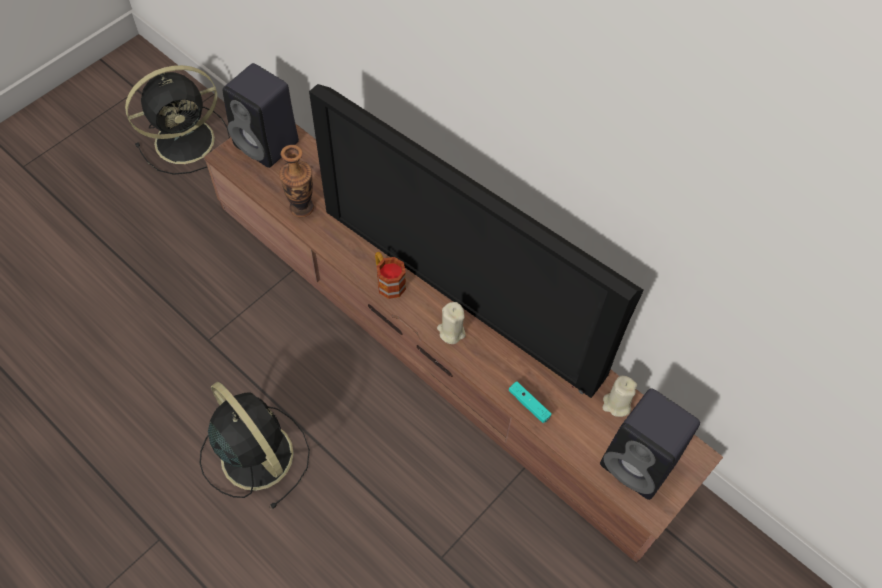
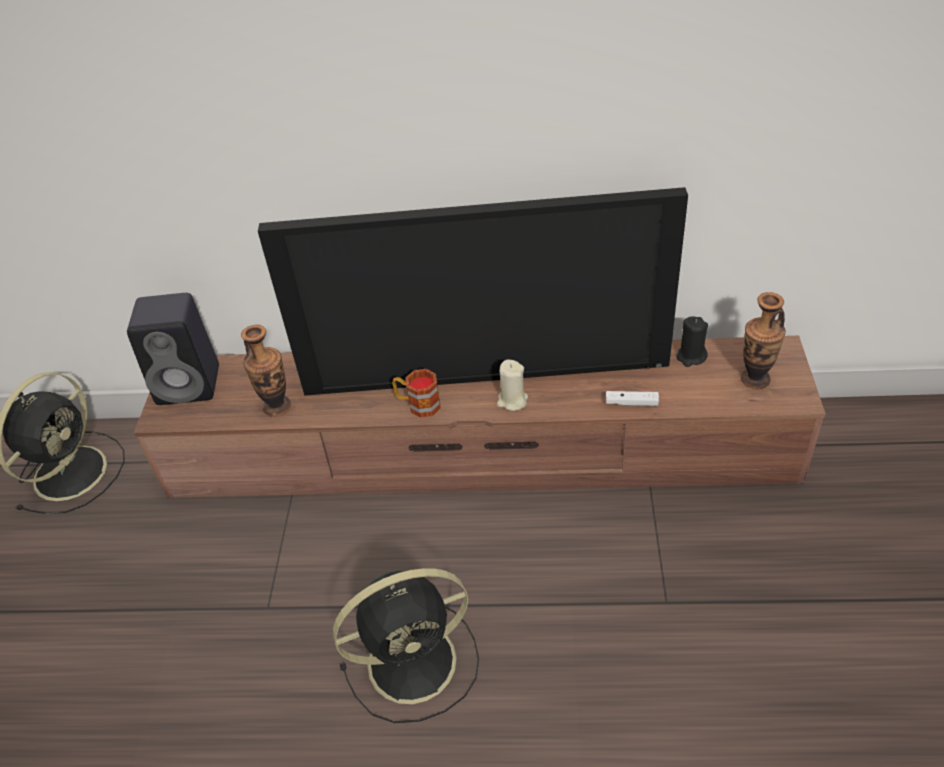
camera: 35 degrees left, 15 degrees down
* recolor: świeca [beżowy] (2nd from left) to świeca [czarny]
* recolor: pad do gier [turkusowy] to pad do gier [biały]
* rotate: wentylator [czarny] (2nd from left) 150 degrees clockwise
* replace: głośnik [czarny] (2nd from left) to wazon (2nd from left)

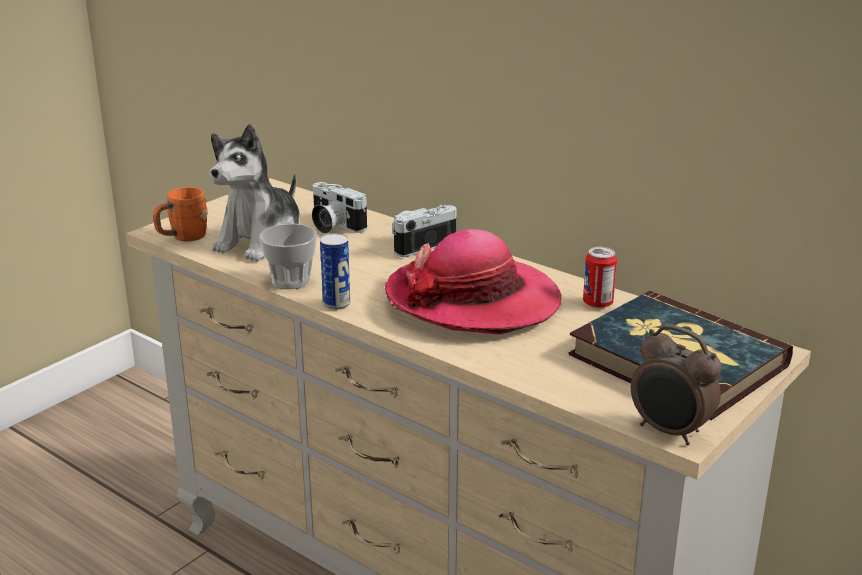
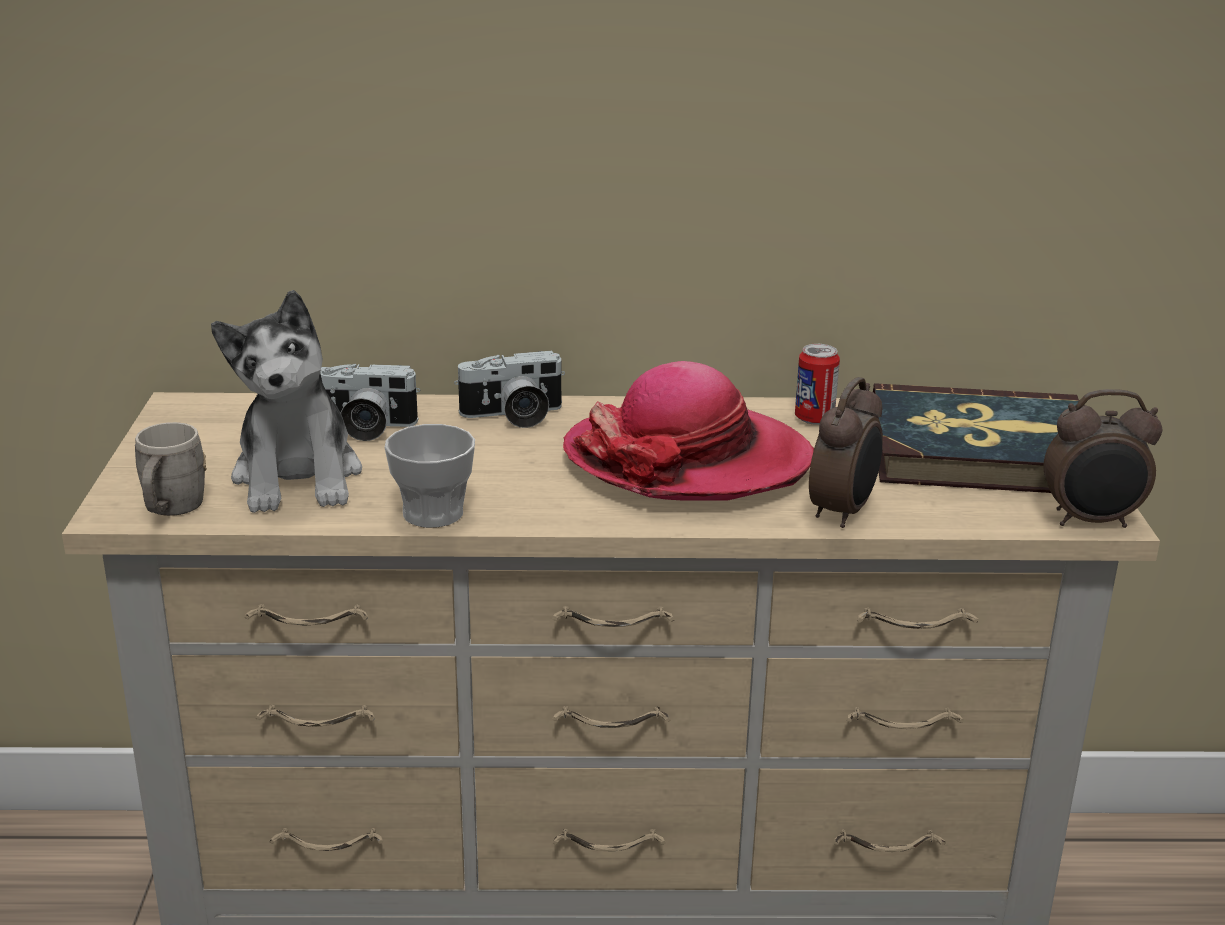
camera: 40 degrees left, 0 degrees up
* recolor: kubek [pomarańczowy] to kubek [szary]
* rotate: aparat fotograficzny (2nd from left) 120 degrees counterclockwise
* delete: puszka (1st from left)
* insert: budzik (1st from left)

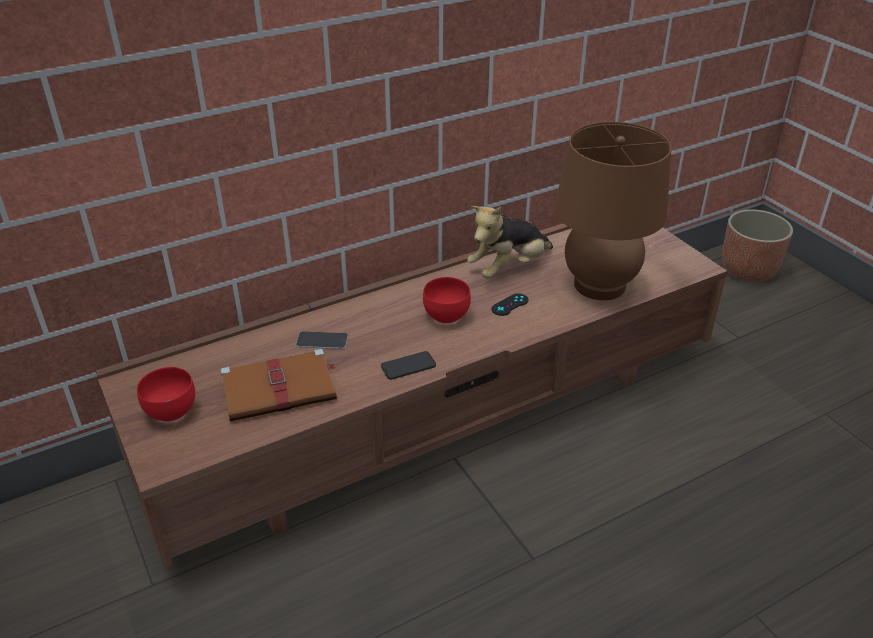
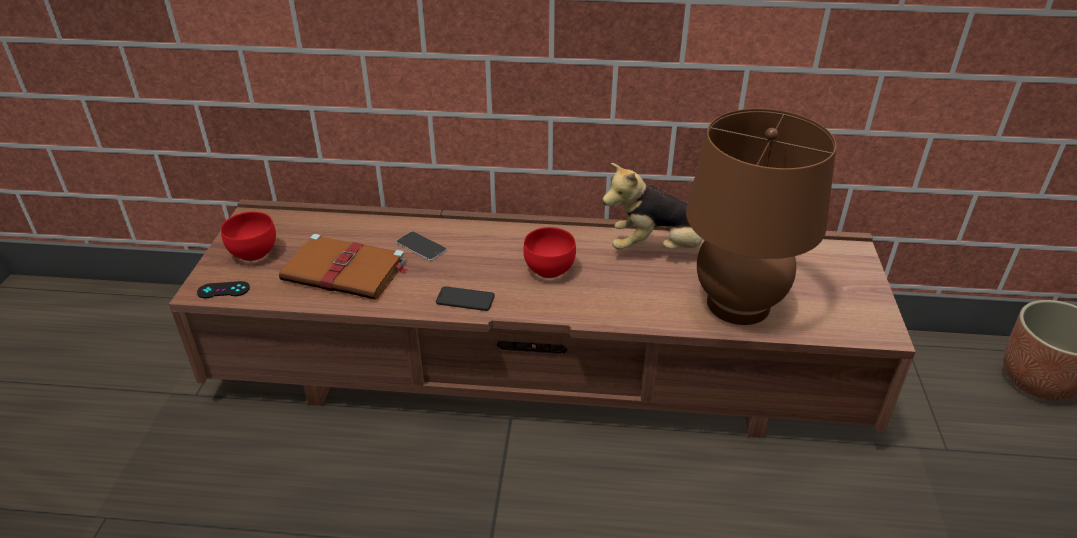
camera: 35 degrees right, 0 degrees up
* move: pad do gier [czarny]

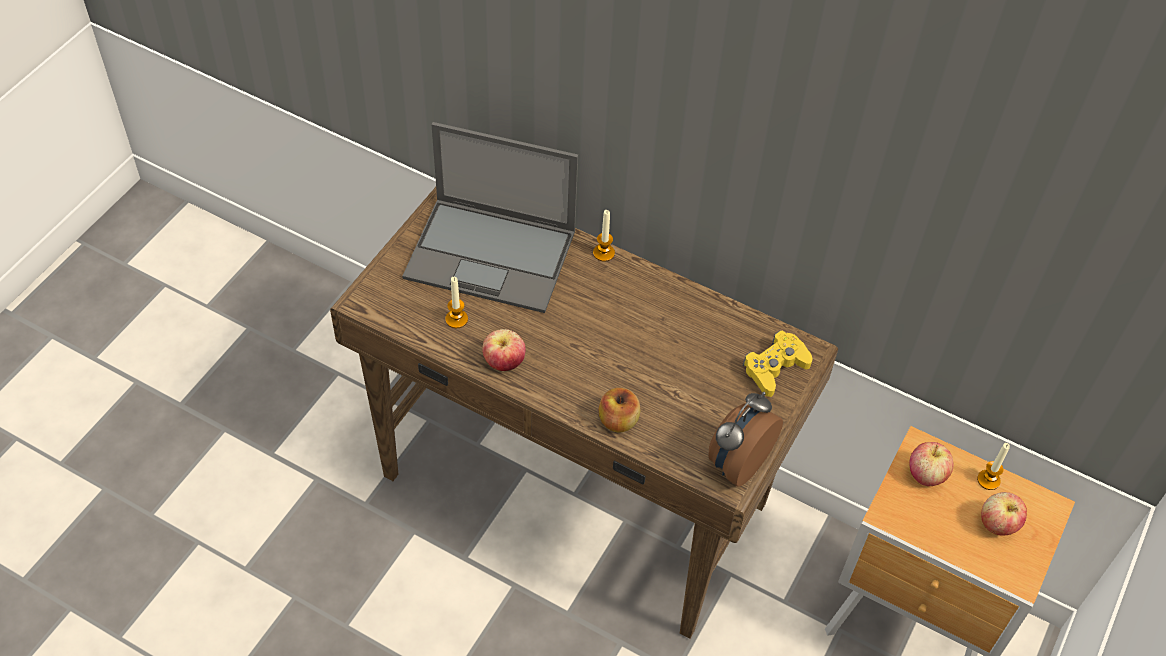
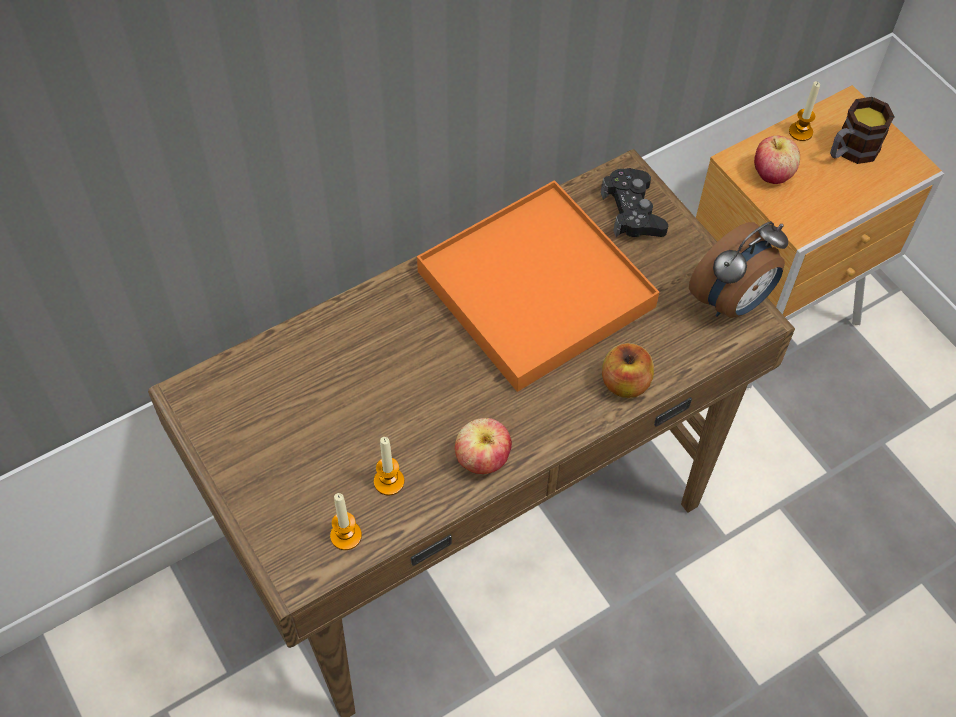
camera: 60 degrees left, 5 degrees up
* delete: laptop
* move: świeca (2nd from left in the first image) to świeca (1st from left)
* recolor: pad do gier [żółty] to pad do gier [czarny]
* rotate: budzik 105 degrees counterclockwise
* replace: jabłko (4th from left) to kubek
* insert: taca [pomarańczowy]

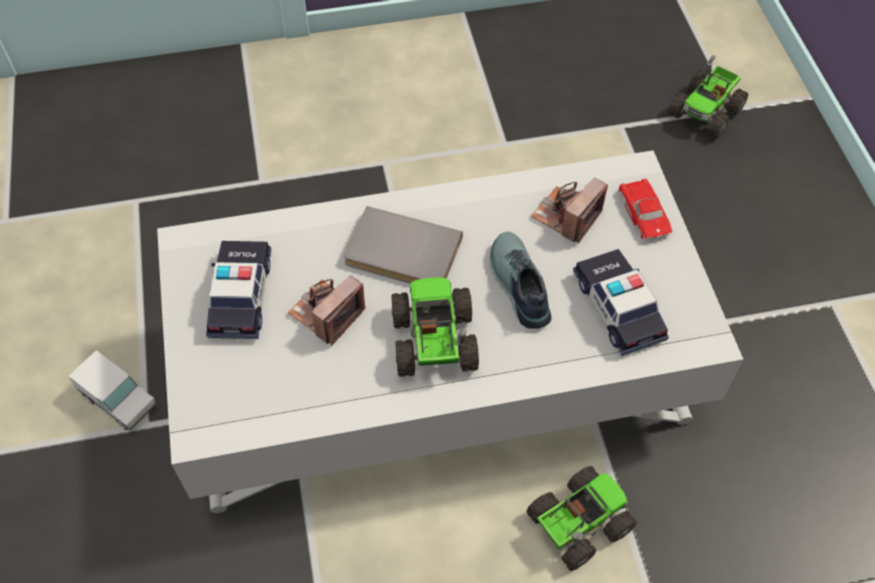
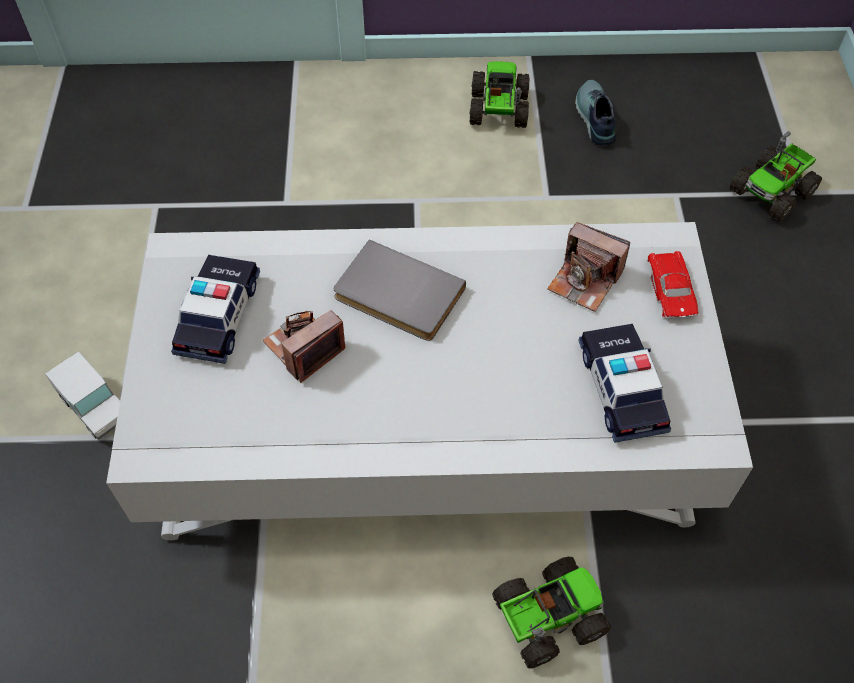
camera: 10 degrees right, 0 degrees up
* rotate: aparat fotograficzny (2nd from left) 105 degrees counterclockwise
* move: but
* move: ciężarówka zabawkowa (2nd from left)

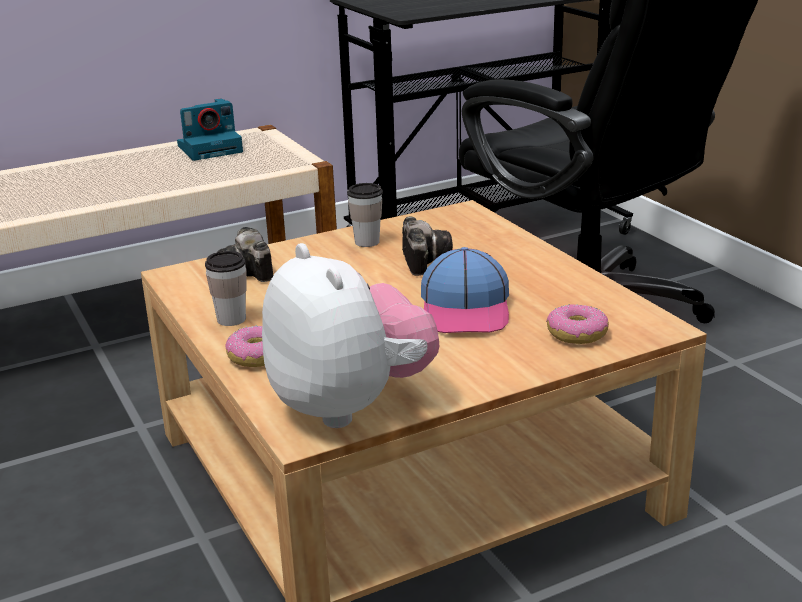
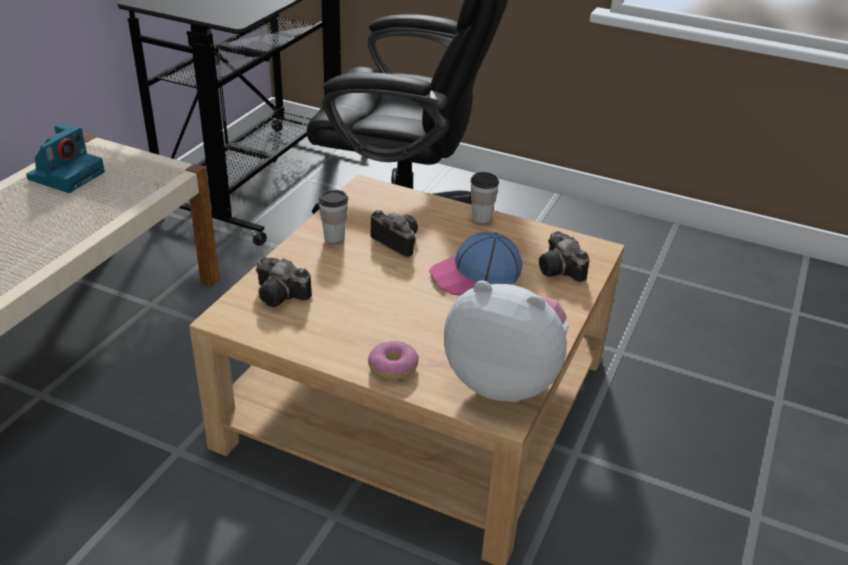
camera: 40 degrees left, 10 degrees up
* rotate: czapka z daszkiem 105 degrees clockwise
* move: filiżanka (1st from left in the first image) to filiżanka (2nd from left)
* replace: donut (2nd from left) to aparat fotograficzny (4th from left)

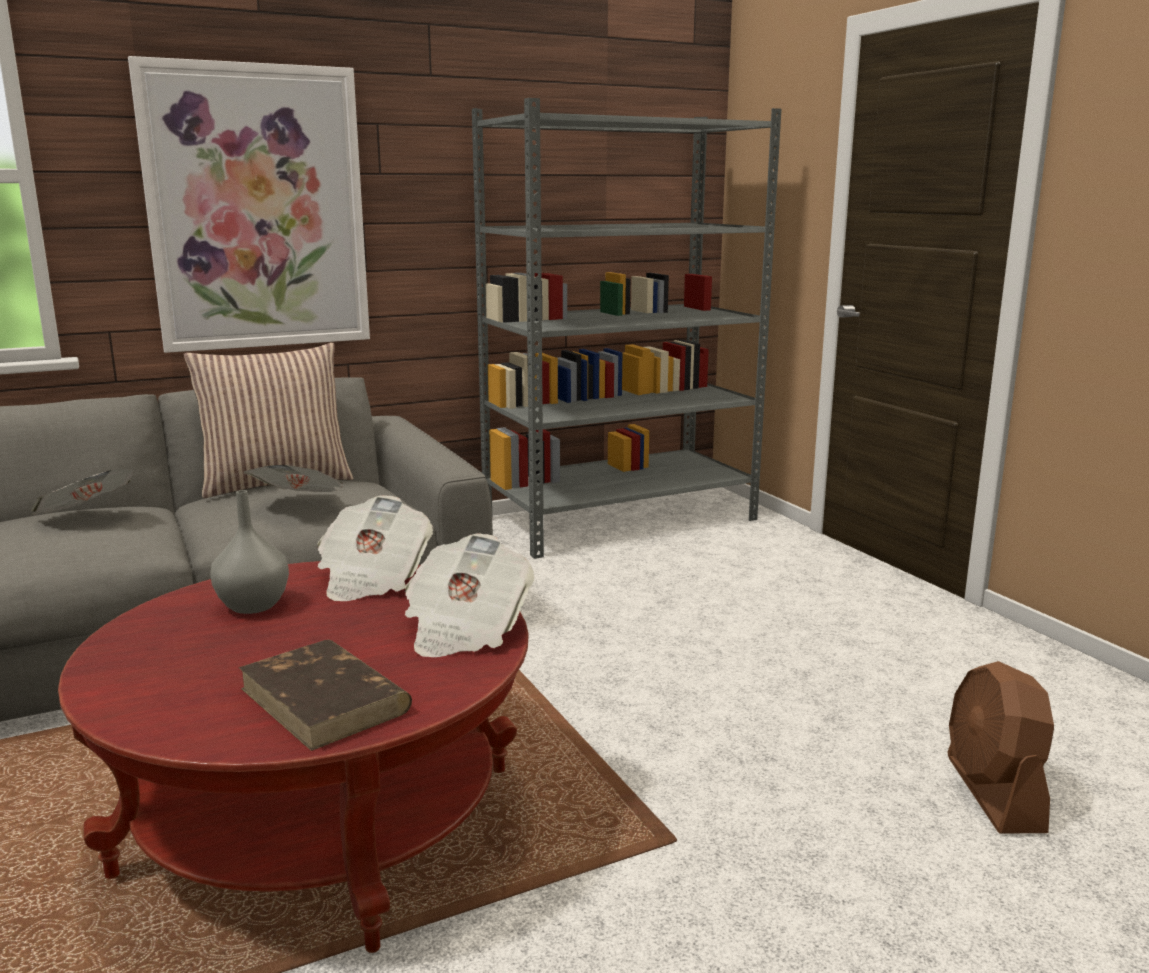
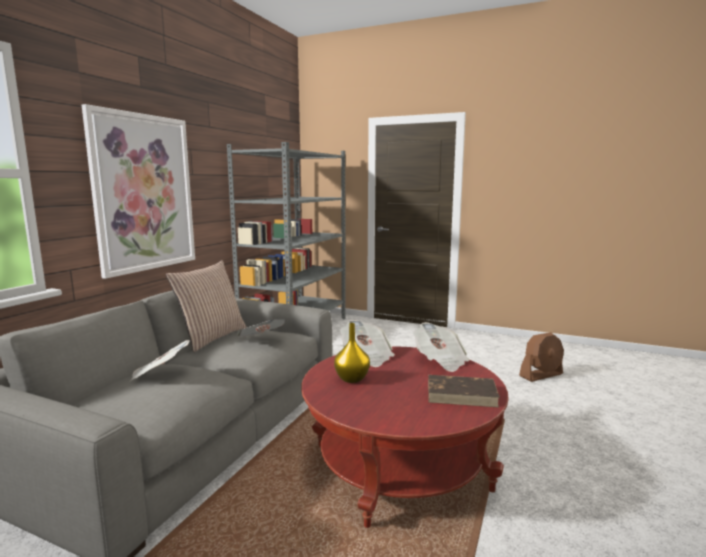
camera: 40 degrees left, 5 degrees down
* recolor: wazon [szary] to wazon [żółty]
* rotate: wentylator [brązowy] 75 degrees counterclockwise

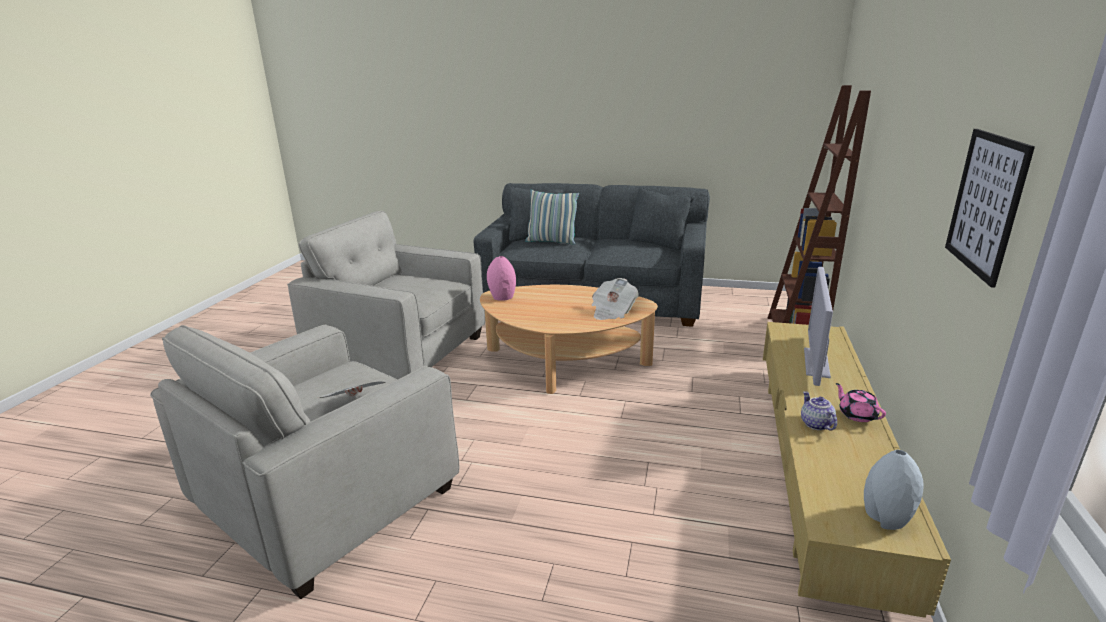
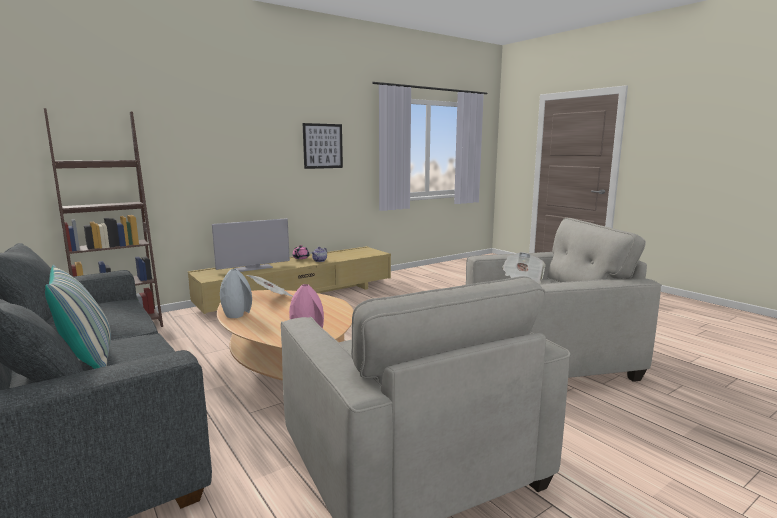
camera: 140 degrees left, 10 degrees down
* move: wazon [szary]

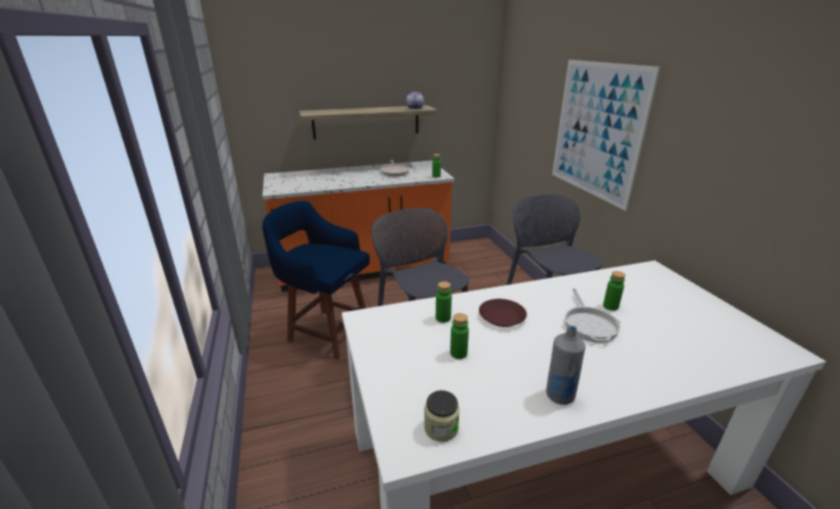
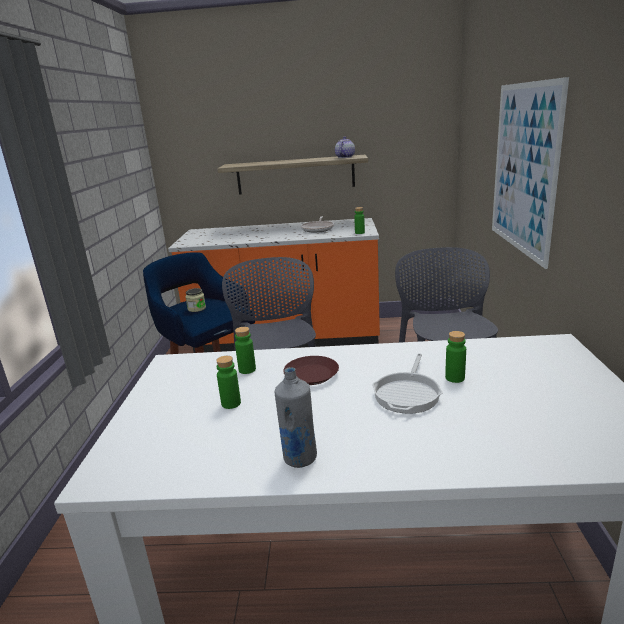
camera: 20 degrees right, 5 degrees down
* move: słoik

